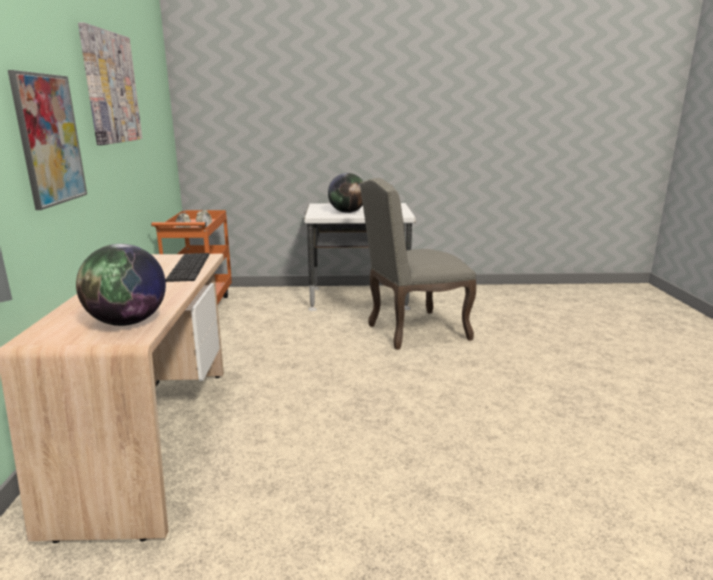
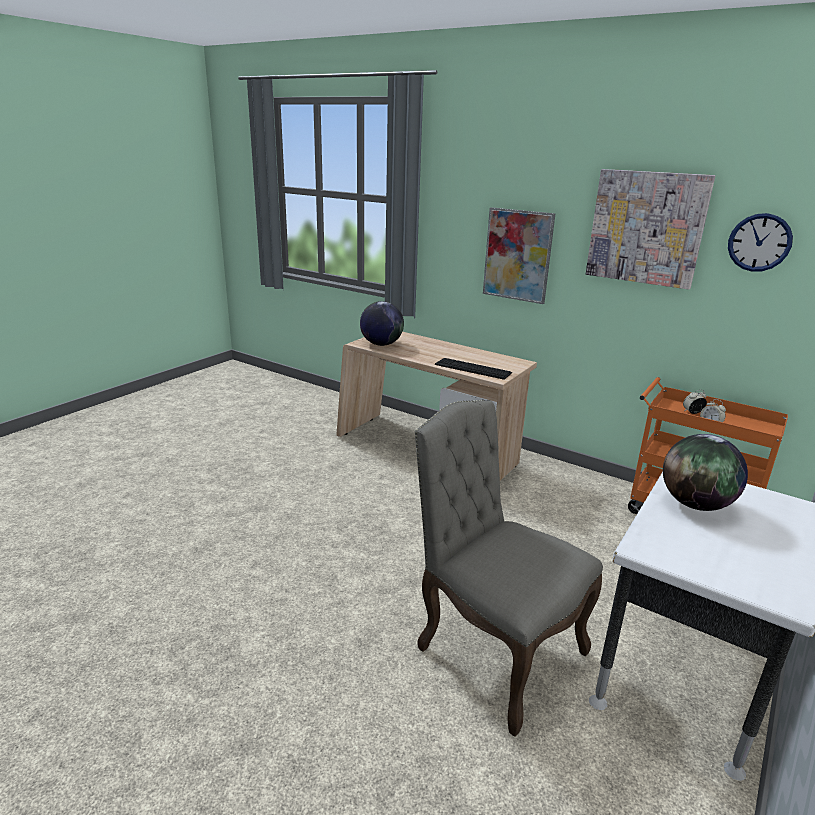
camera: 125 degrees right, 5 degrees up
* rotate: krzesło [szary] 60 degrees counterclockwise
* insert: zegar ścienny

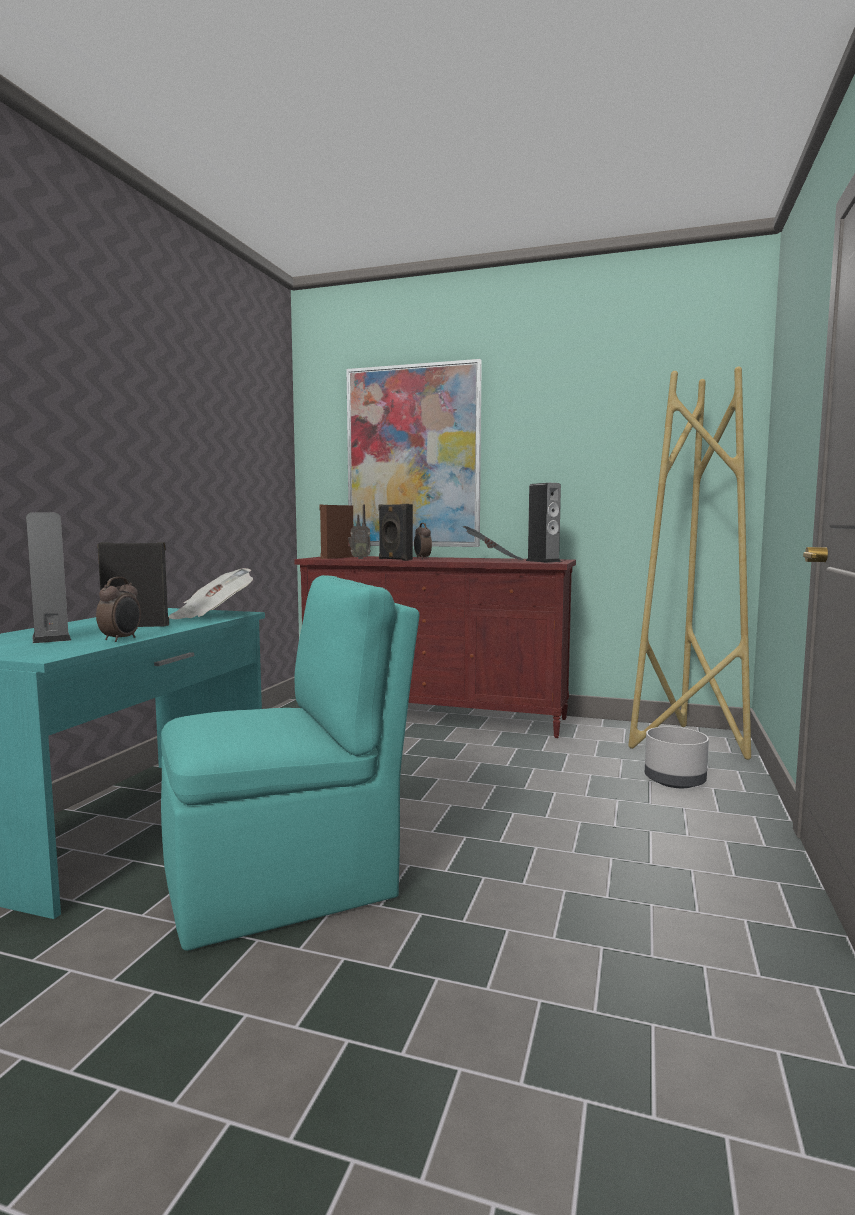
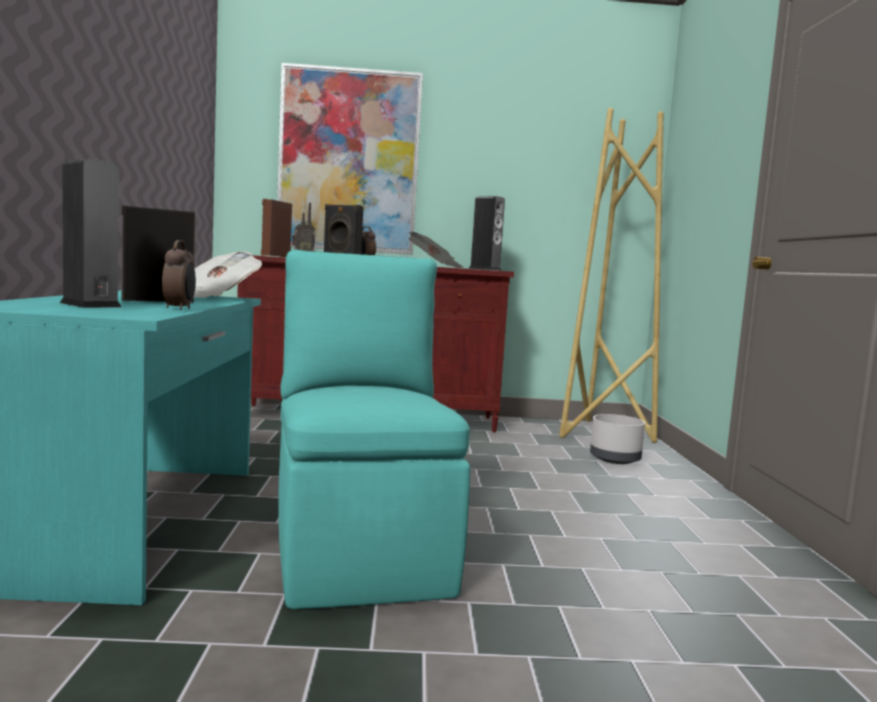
camera: 20 degrees left, 0 degrees up
* rotate: krzesło [turkusowy] 60 degrees counterclockwise

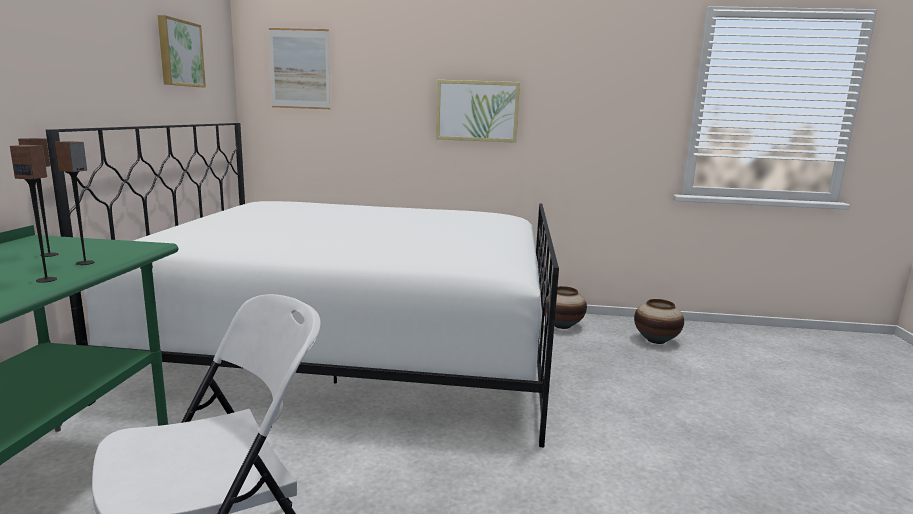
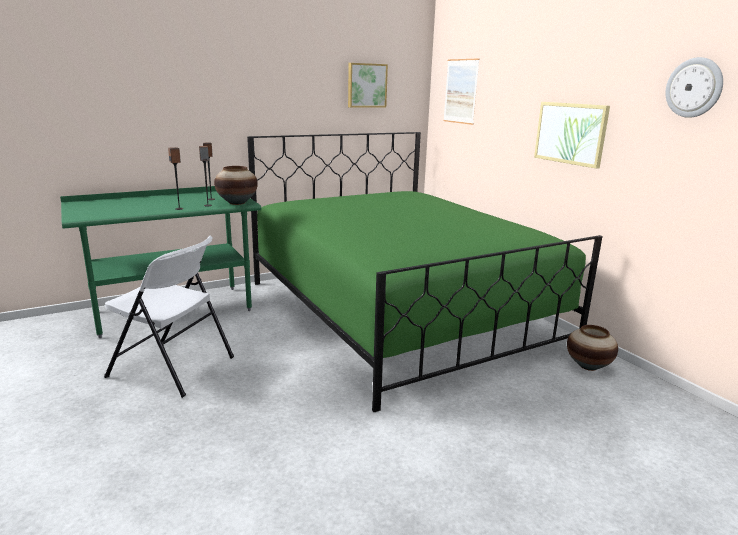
camera: 55 degrees right, 5 degrees up
* recolor: łóżko [biały] to łóżko [zielony]
* move: wazon (2nd from left in the first image) to wazon (1st from left)
* insert: zegar ścienny

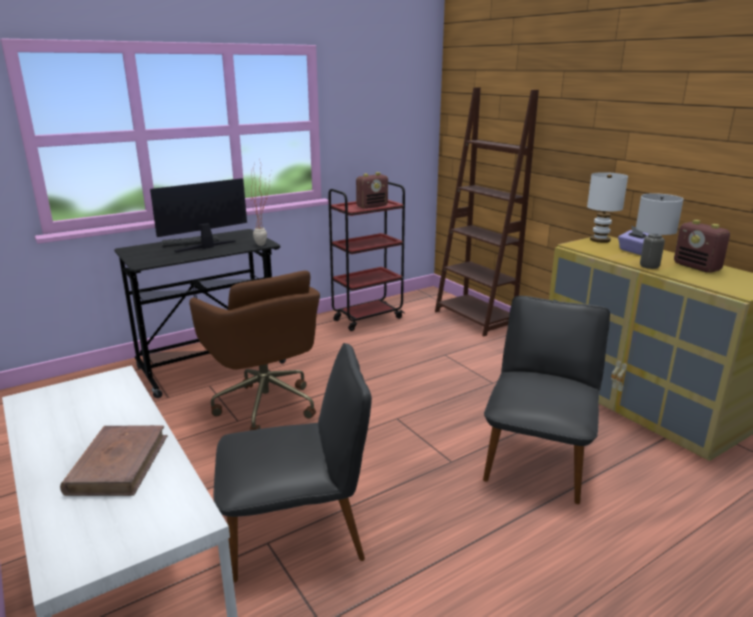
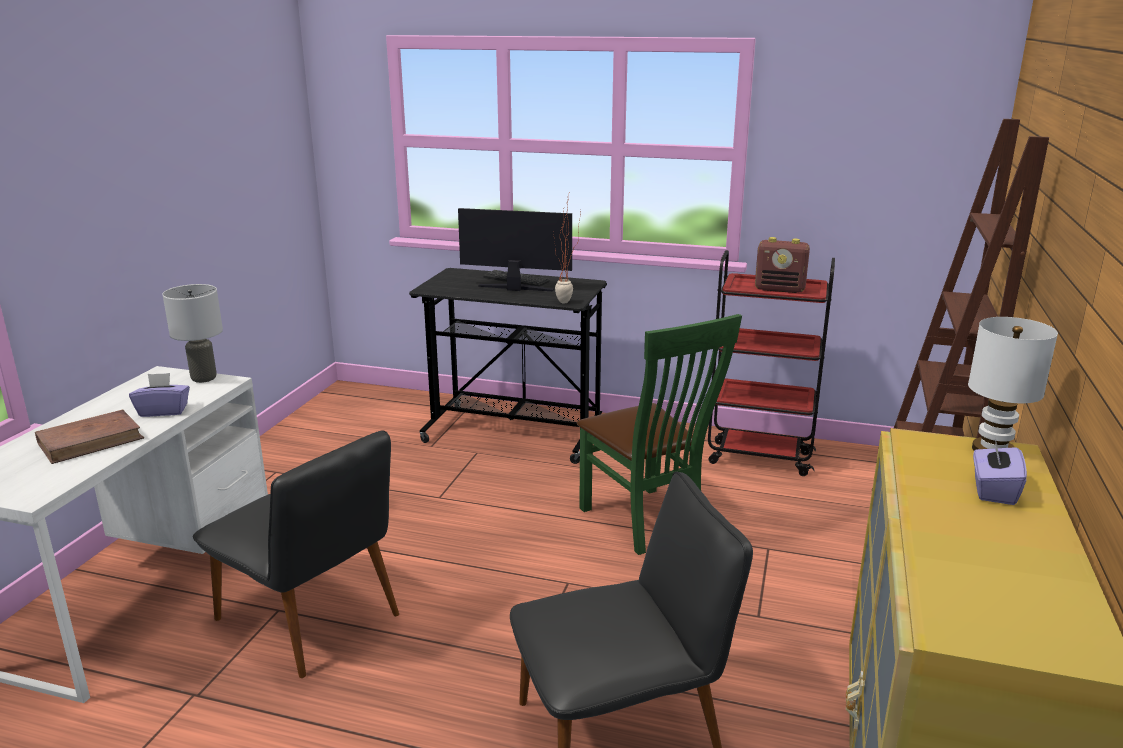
camera: 50 degrees right, 0 degrees up
* move: lampa stołowa [biały] (2nd from left in the first image) to lampa stołowa [biały] (1st from left)
* delete: radio (2nd from left)
* delete: krzesło biurowe [brązowy]
* insert: krzesło [zielony]
* insert: pudełko chusteczek [fioletowy] (1st from left)

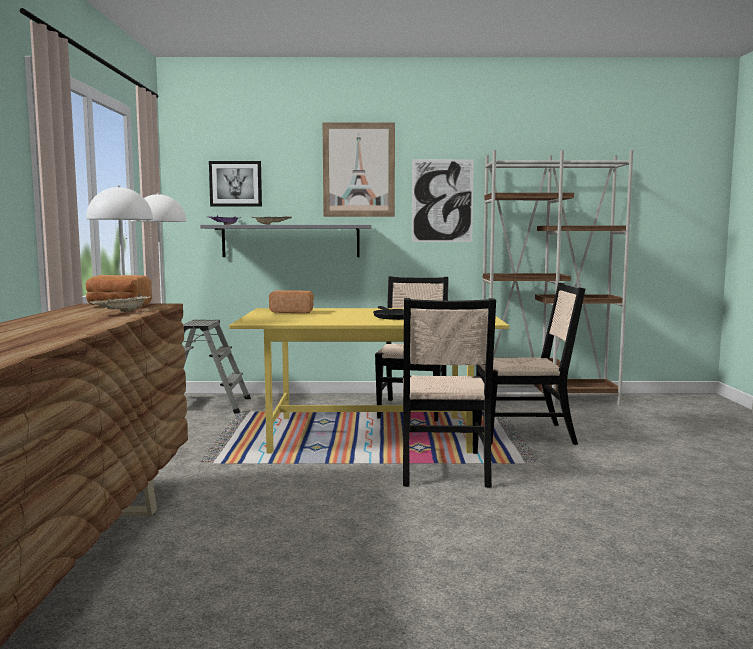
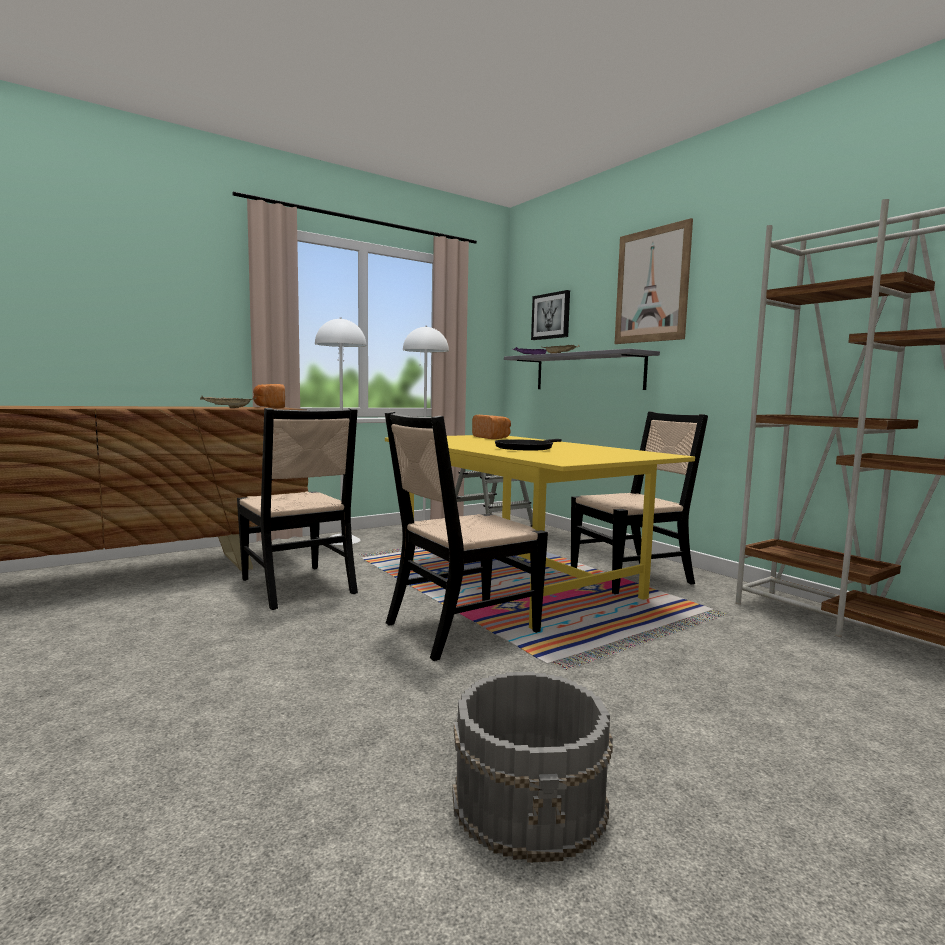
camera: 55 degrees right, 0 degrees up
* delete: obraz (3rd from left)
* move: krzesło (3rd from left in the first image) to krzesło (1st from left)
* insert: wiadro [szary]

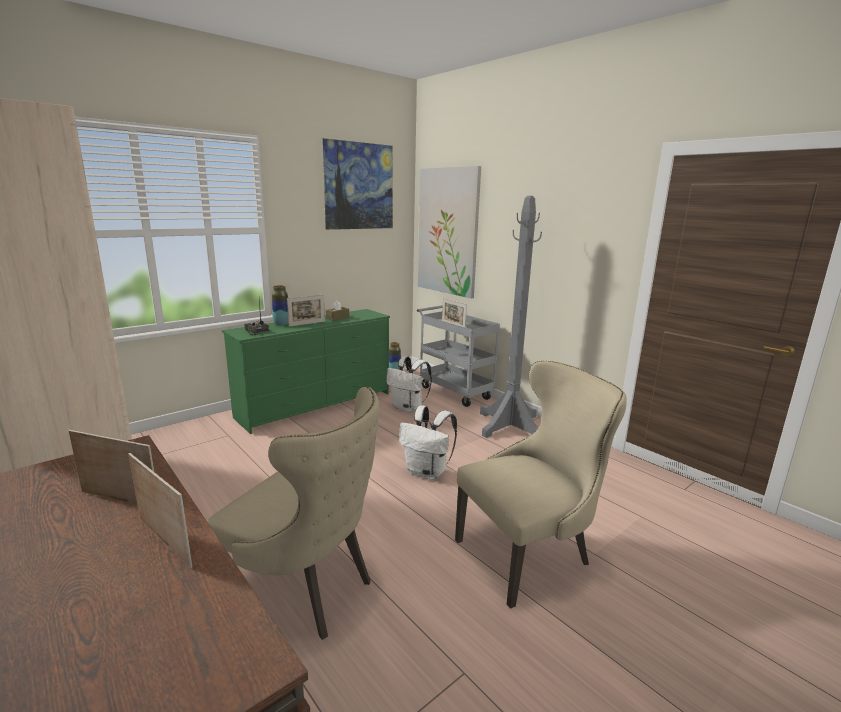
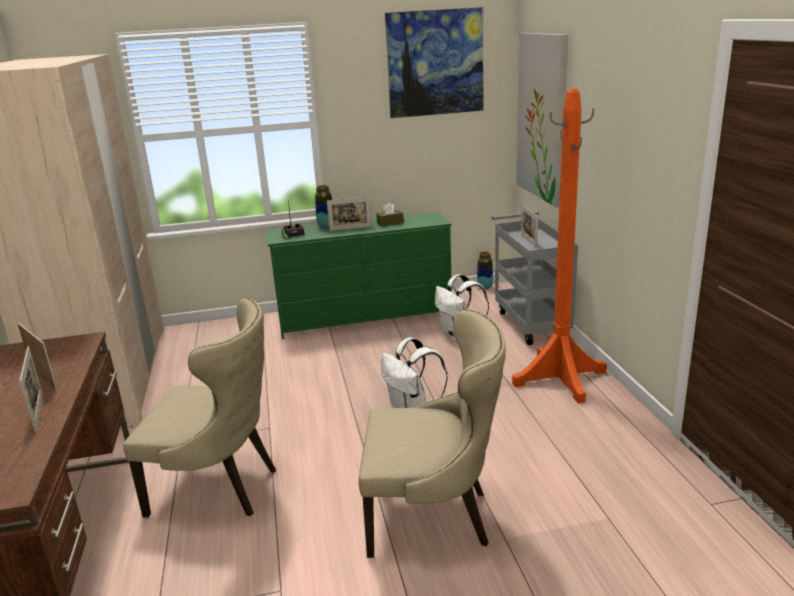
camera: 30 degrees right, 5 degrees up
* recolor: wieszak [szary] to wieszak [pomarańczowy]
* rotate: krzesło [beżowy] (1st from left) 45 degrees counterclockwise

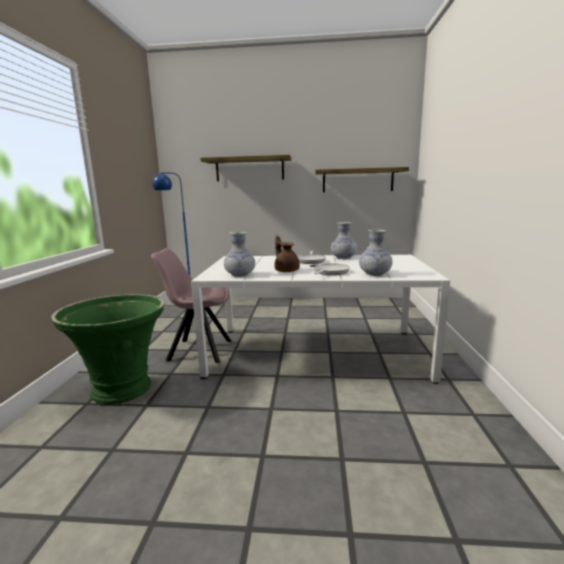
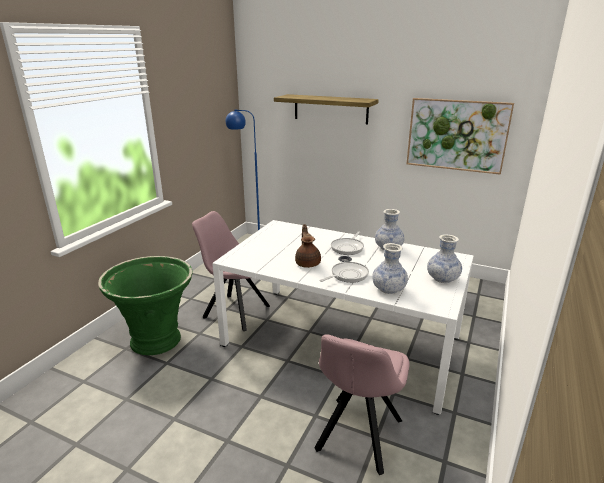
camera: 20 degrees right, 10 degrees up
* replace: półka (2nd from left) to obraz
* move: wazon (1st from left in the first image) to wazon (3rd from left)
* insert: krzesło [różowy] (2nd from left)

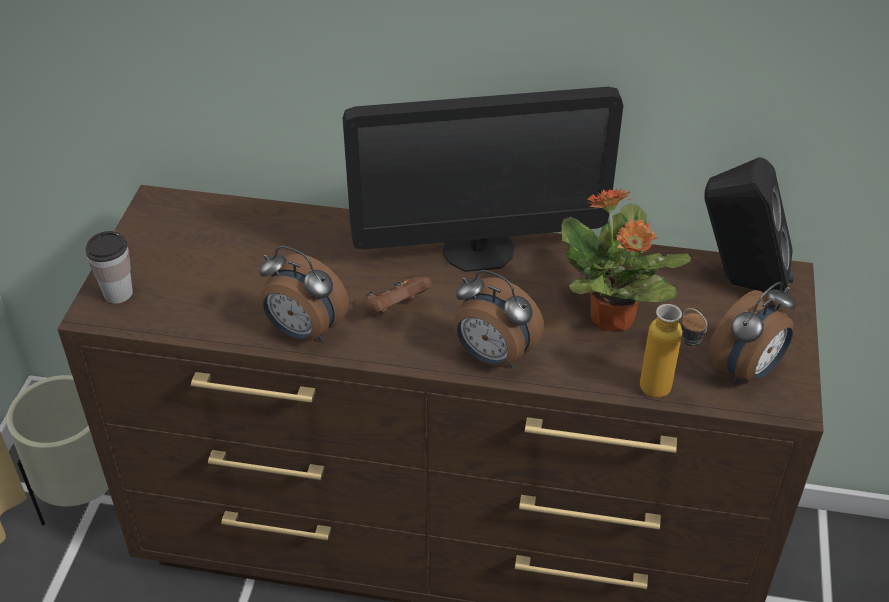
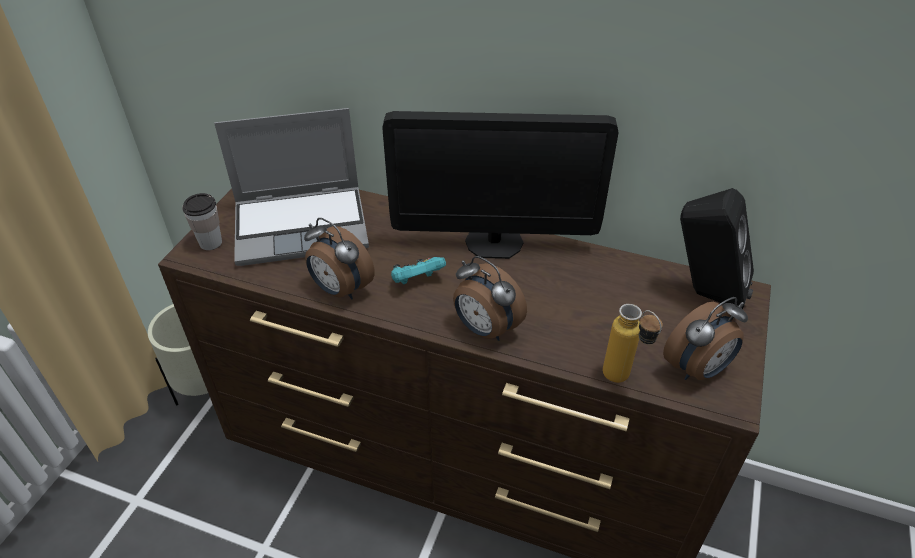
camera: 10 degrees right, 0 degrees up
* delete: roślina doniczkowa
* recolor: pad do gier [brązowy] to pad do gier [turkusowy]
* insert: laptop

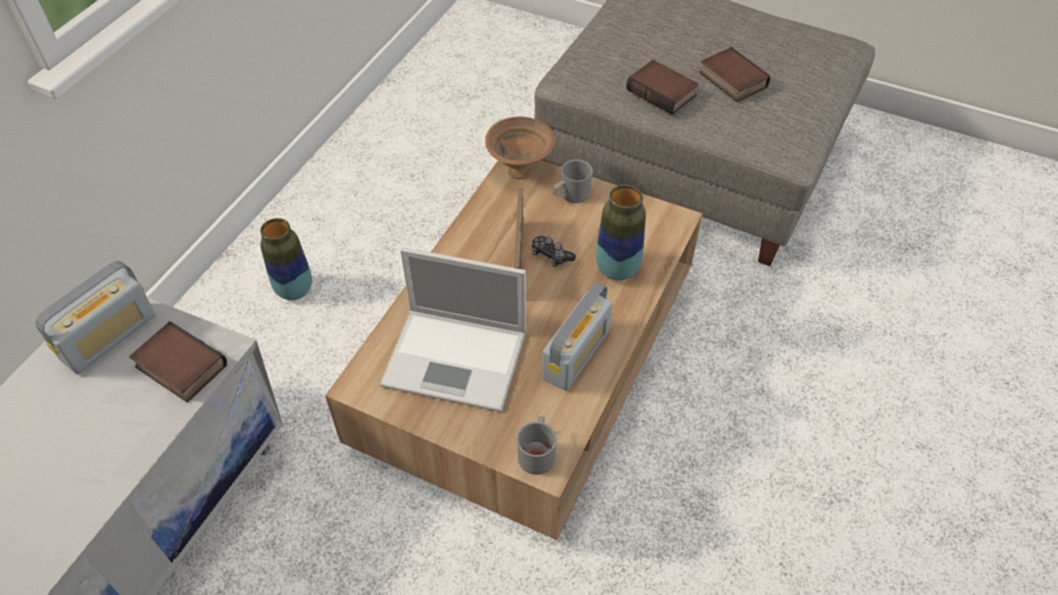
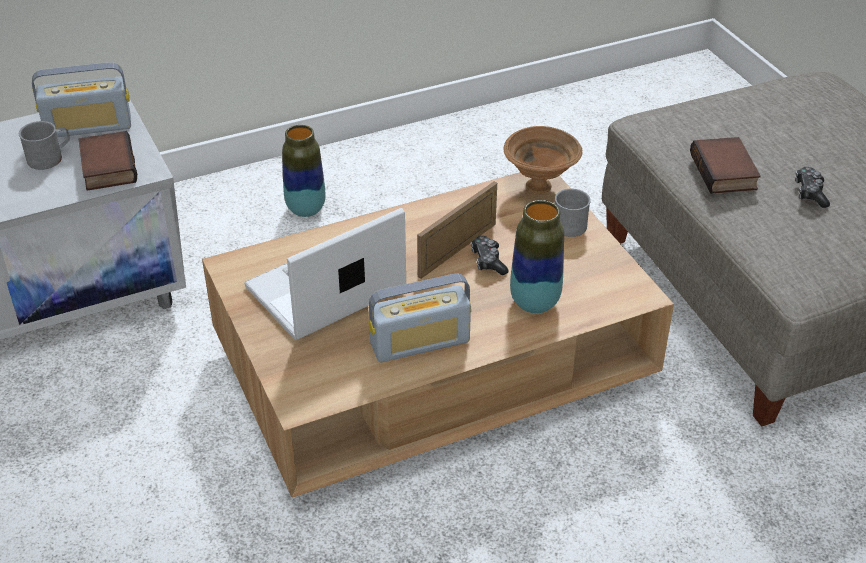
camera: 40 degrees right, 10 degrees down
* replace: książka (3rd from left) to pad do gier (2nd from left)
* rotate: laptop 90 degrees clockwise
* move: kubek [szary] (1st from left)

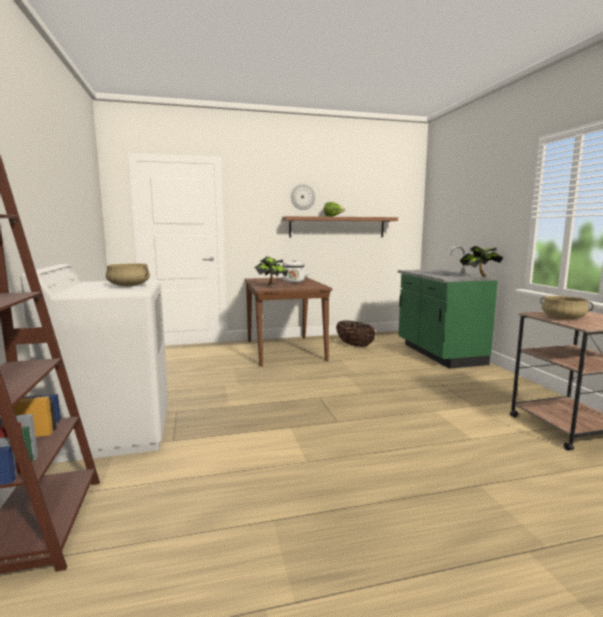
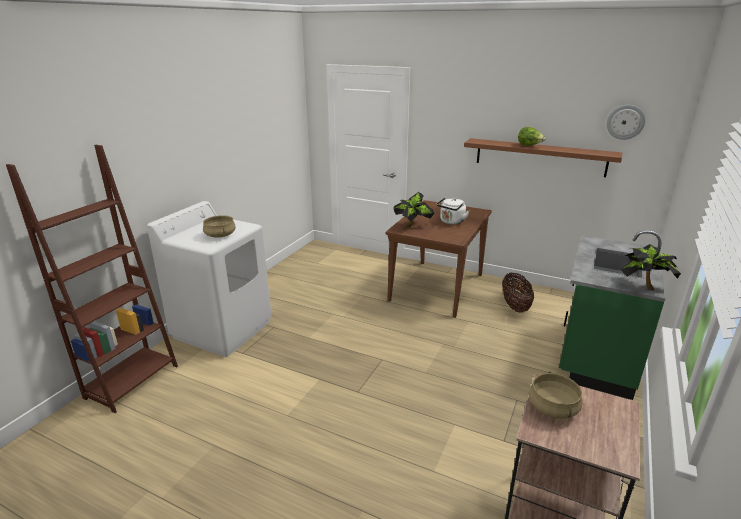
camera: 40 degrees right, 15 degrees up
* move: zegar ścienny

